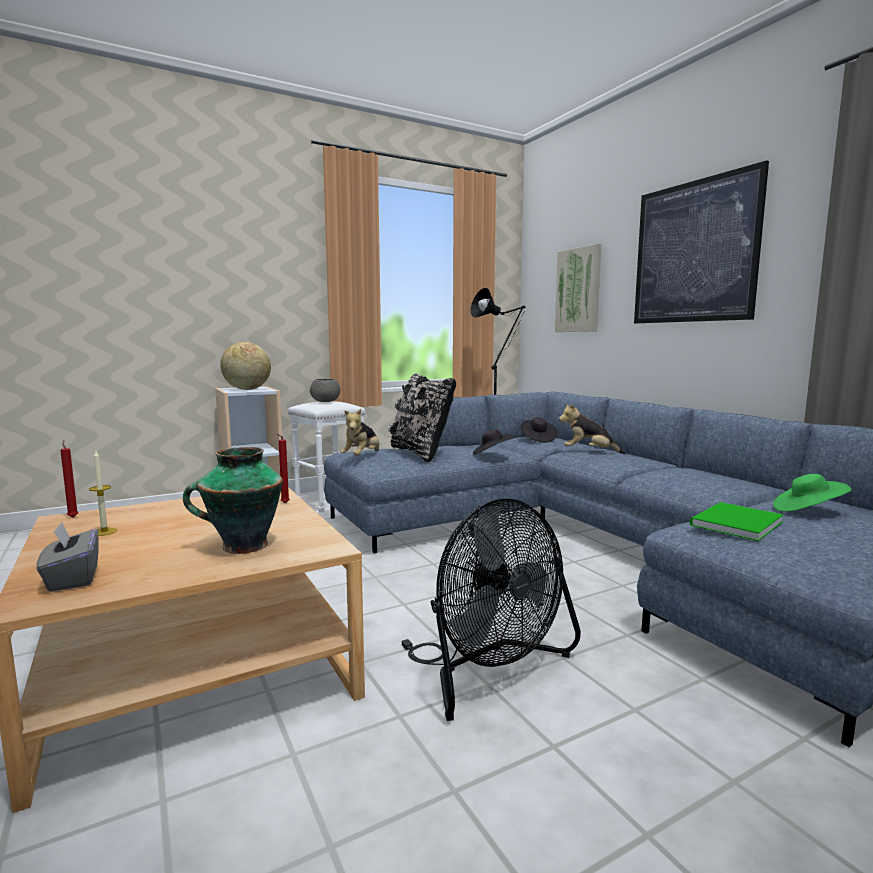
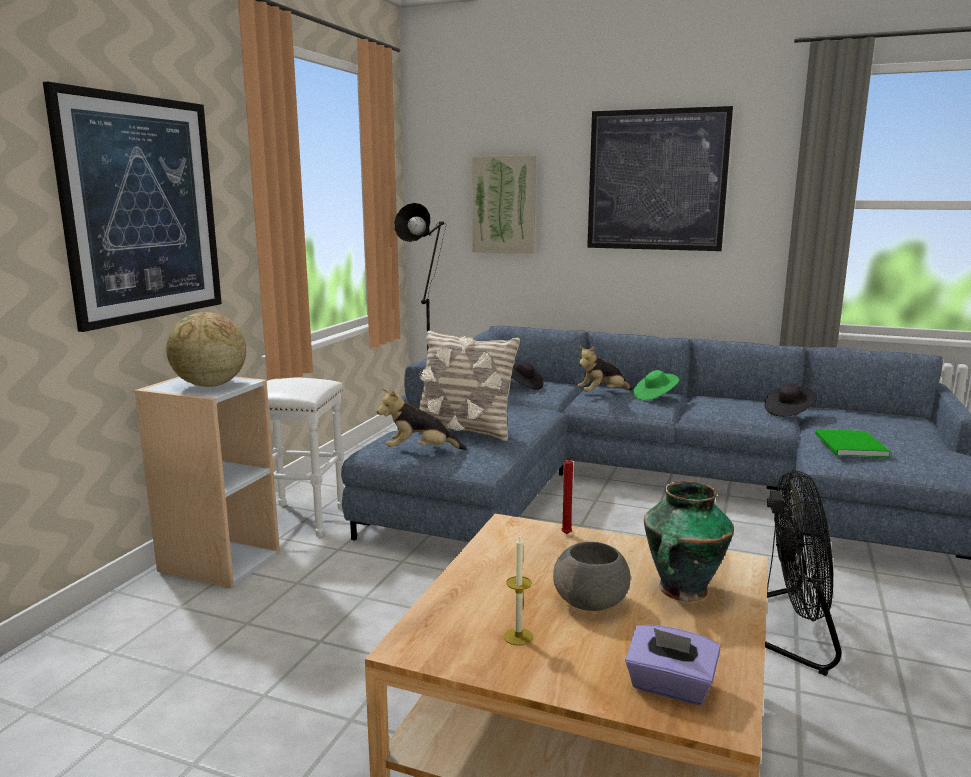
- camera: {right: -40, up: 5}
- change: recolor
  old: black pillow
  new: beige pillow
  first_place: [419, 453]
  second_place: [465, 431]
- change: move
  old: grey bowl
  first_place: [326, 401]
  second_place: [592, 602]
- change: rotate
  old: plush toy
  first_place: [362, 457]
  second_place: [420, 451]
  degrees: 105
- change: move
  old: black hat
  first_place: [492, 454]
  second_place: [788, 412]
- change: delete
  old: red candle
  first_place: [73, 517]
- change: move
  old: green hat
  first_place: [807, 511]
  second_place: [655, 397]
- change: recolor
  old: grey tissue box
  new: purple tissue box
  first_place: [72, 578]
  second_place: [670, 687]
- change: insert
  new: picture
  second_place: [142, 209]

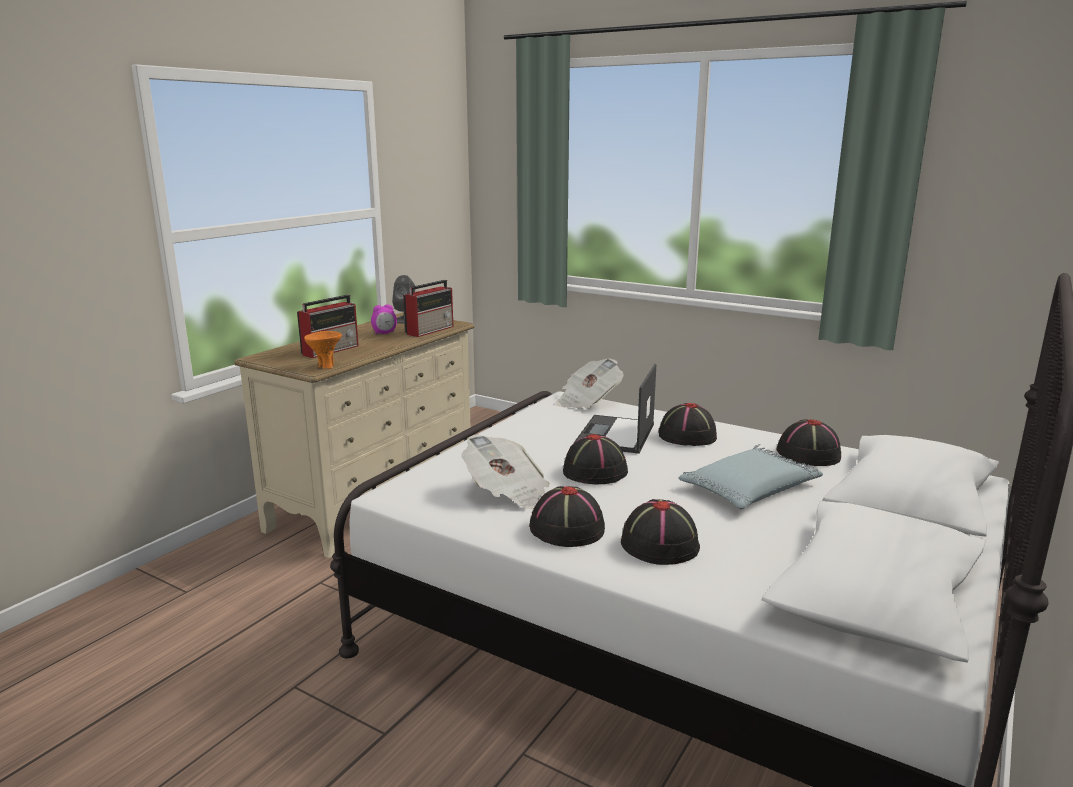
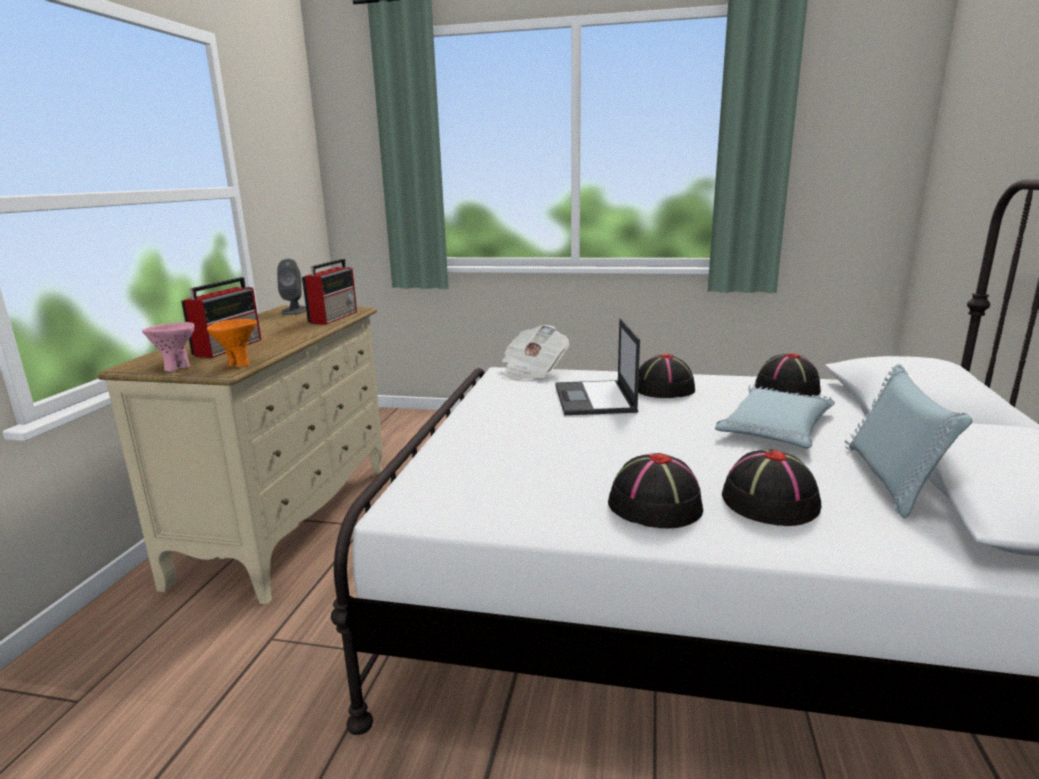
- camera: {right: -20, up: 0}
- change: delete
  old: alarm clock
  first_place: [384, 333]
- change: delete
  old: black hat
  first_place: [595, 471]
- change: delete
  old: newspaper
  first_place: [506, 492]
- change: insert
  new: pink bowl
  second_place: [176, 368]
- change: insert
  new: blue pillow
  second_place: [891, 481]

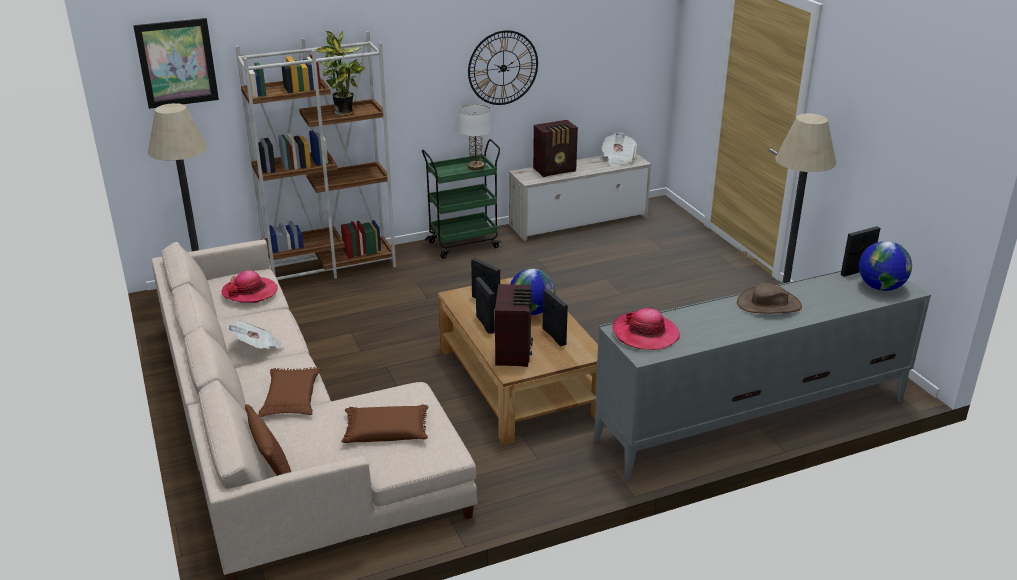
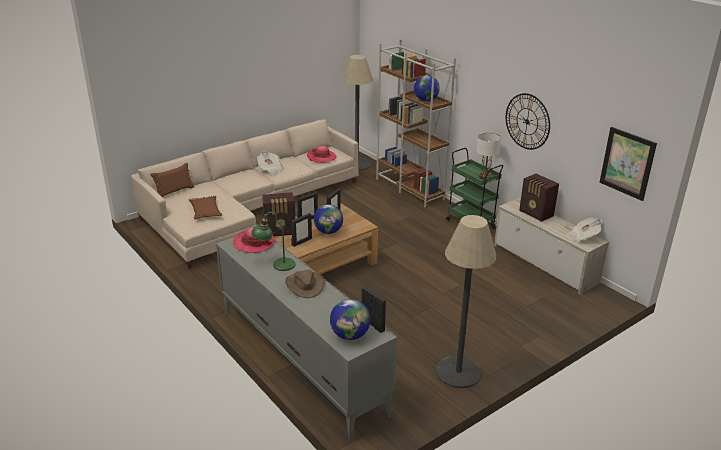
- camera: {right: 75, up: 0}
- change: move
  old: picture
  first_place: [177, 63]
  second_place: [627, 163]
- change: replace
  old: potted plant
  new: globe
  first_place: [345, 113]
  second_place: [425, 100]
- change: delete
  old: brown pillow
  first_place: [291, 397]
- change: insert
  new: green table lamp
  second_place: [274, 263]

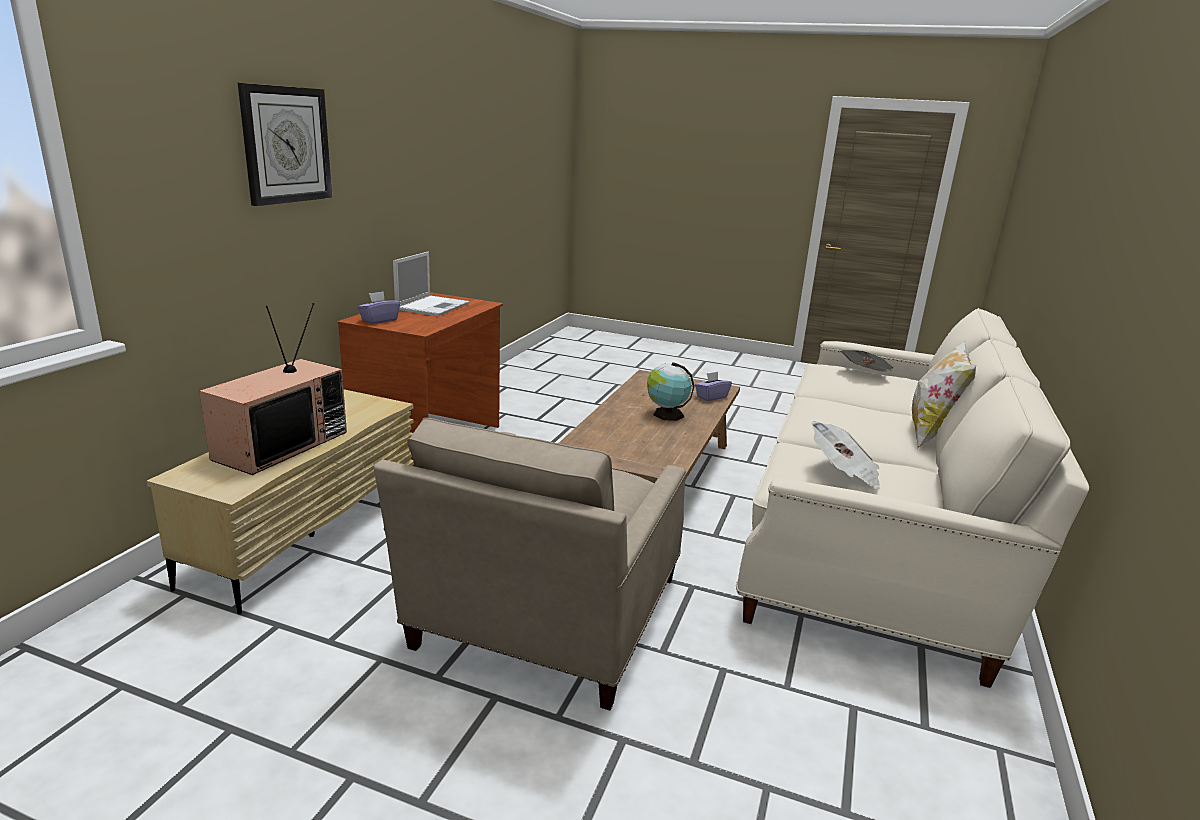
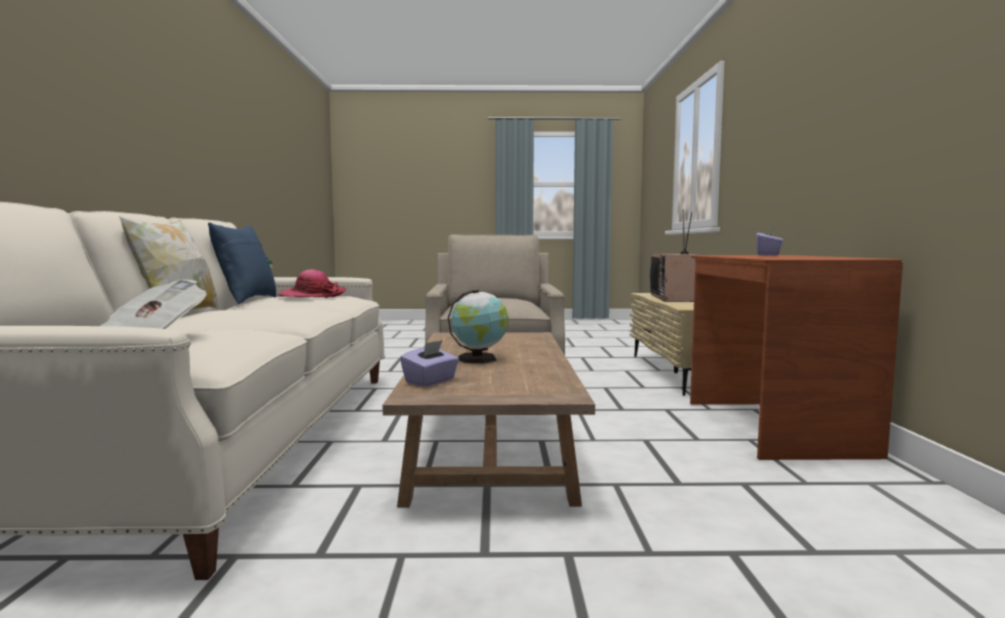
- camera: {right: 160, up: -15}
- change: delete
  old: wall clock
  first_place: [286, 145]
- change: delete
  old: laptop
  first_place: [433, 306]
- change: replace
  old: newspaper
  new: hat
  first_place: [844, 473]
  second_place: [312, 296]
- change: insert
  new: blue pillow
  second_place: [247, 300]

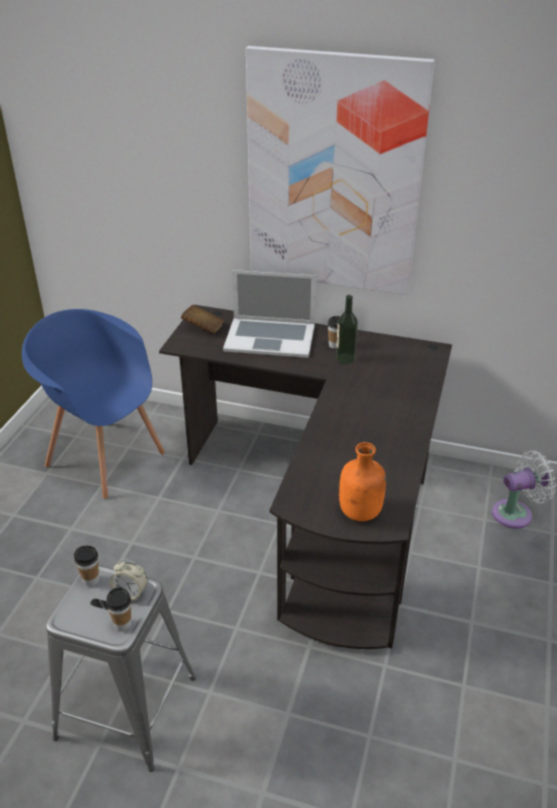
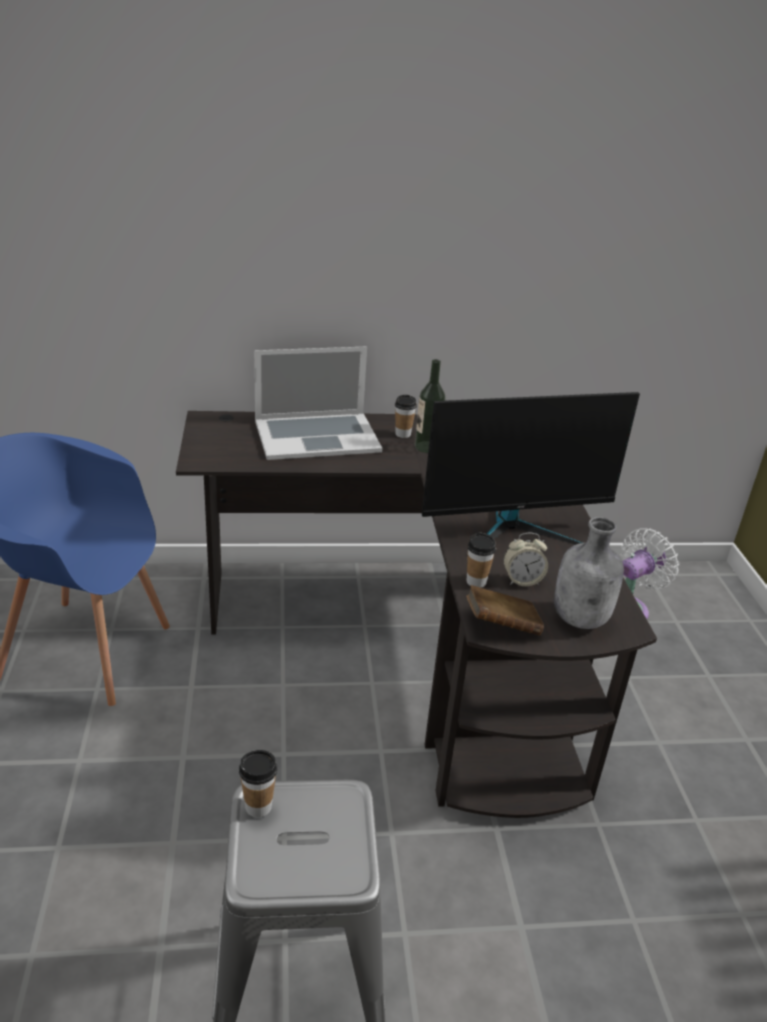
- camera: {right: -25, up: -5}
- change: delete
  old: picture
  first_place: [334, 175]
- change: move
  old: brown book
  first_place: [203, 328]
  second_place: [501, 625]
- change: recolor
  old: orange bottle
  new: grey bottle
  first_place: [361, 512]
  second_place: [581, 619]
- change: move
  old: alarm clock
  first_place: [130, 593]
  second_place: [522, 580]
- change: move
  old: cup
  first_place: [122, 624]
  second_place: [476, 582]
- change: insert
  new: monitor
  second_place: [514, 530]

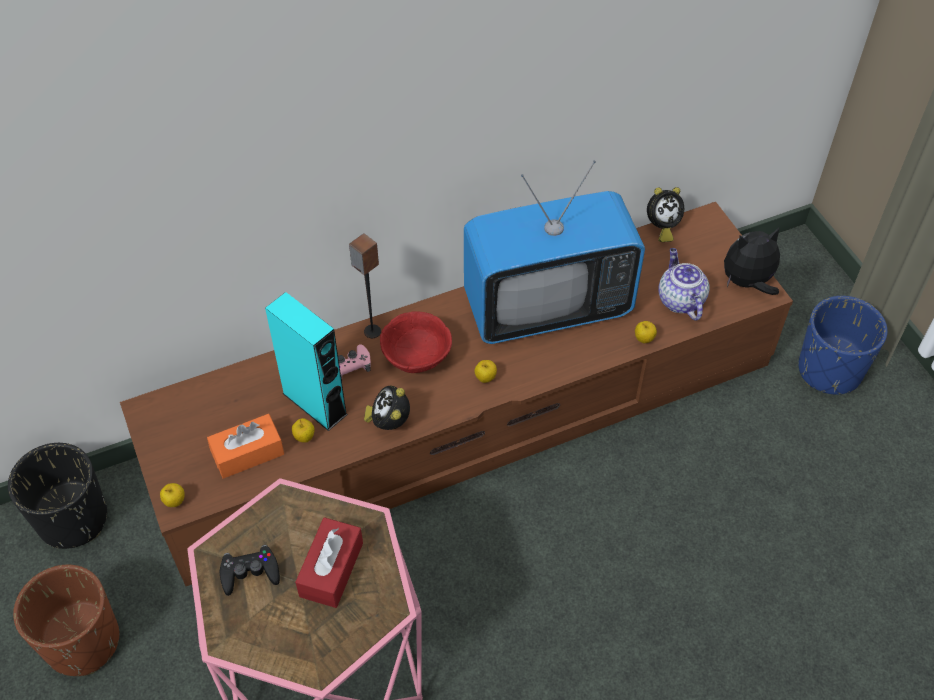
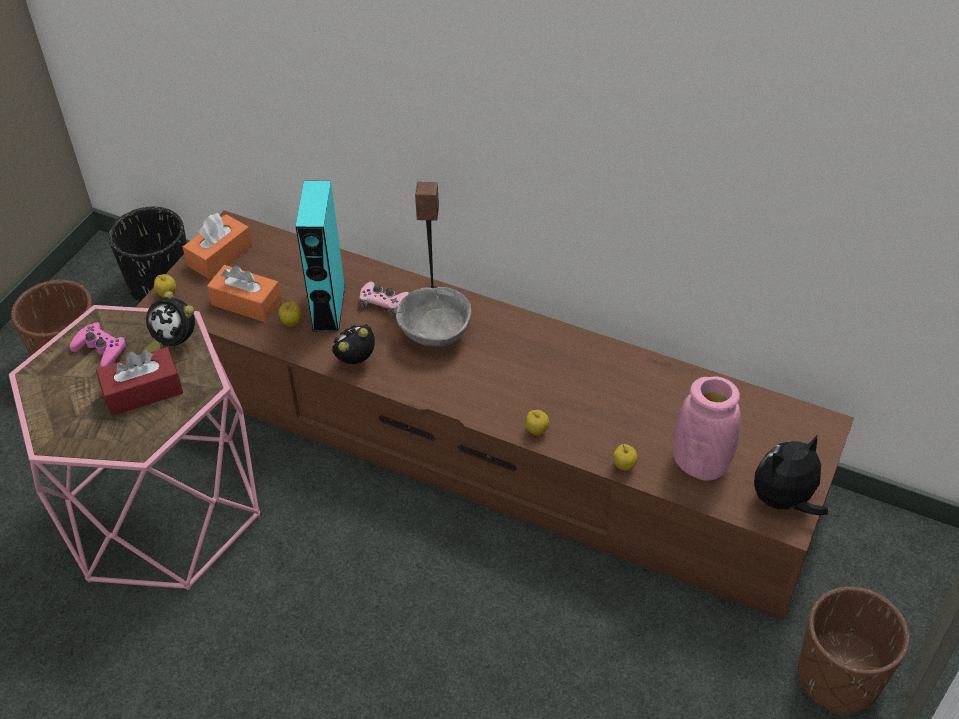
- camera: {right: 50, up: -5}
- change: delete
  old: television
  first_place: [547, 307]
- change: move
  old: alarm clock
  first_place: [661, 227]
  second_place: [174, 343]
- change: rotate
  old: plush toy
  first_place: [747, 283]
  second_place: [784, 501]
  degrees: -60
- change: replace
  old: teapot
  new: pink vase
  first_place: [679, 300]
  second_place: [700, 464]
- change: recolor
  old: blue planter
  new: brown planter
  first_place: [829, 370]
  second_place: [838, 677]
- change: recolor
  old: red bowl
  new: grey bowl
  first_place: [416, 359]
  second_place: [434, 335]
- change: move
  old: apple
  first_place: [485, 379]
  second_place: [536, 431]
- change: recolor
  old: black game controller
  new: pink game controller
  first_place: [250, 573]
  second_place: [101, 350]
- change: insert
  new: orange tissue box
  second_place: [220, 256]

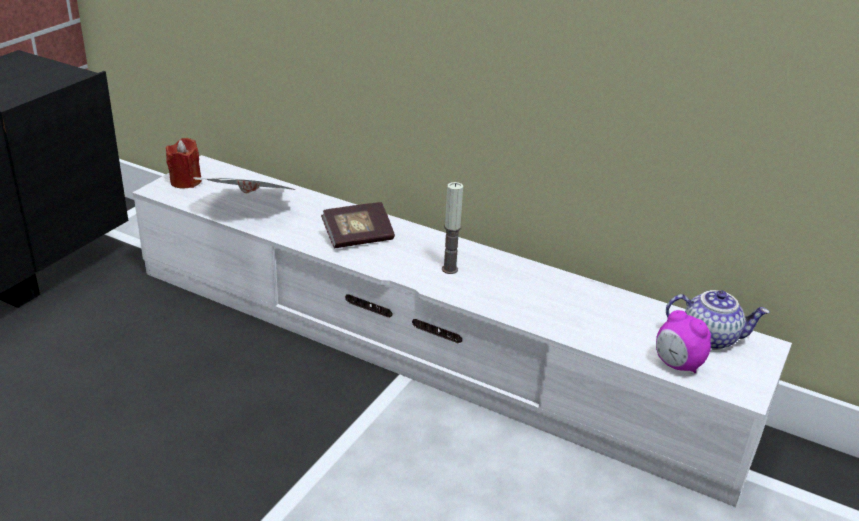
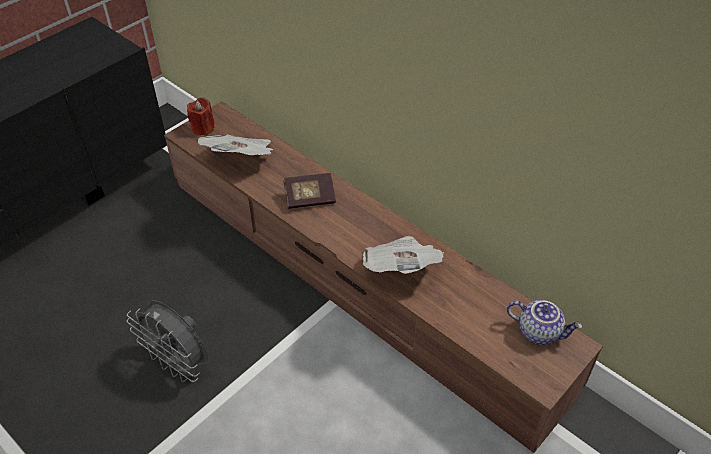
- camera: {right: 15, up: 15}
- change: recolor
  old: white tv stand
  new: brown tv stand
  first_place: [425, 346]
  second_place: [355, 277]
- change: delete
  old: candle
  first_place: [450, 269]
- change: delete
  old: alarm clock
  first_place: [677, 365]
- change: insert
  new: newspaper
  second_place: [401, 269]
- change: insert
  new: grey fan
  second_place: [179, 364]

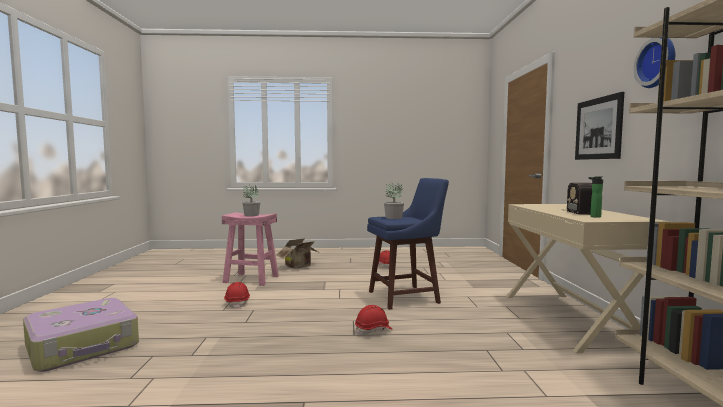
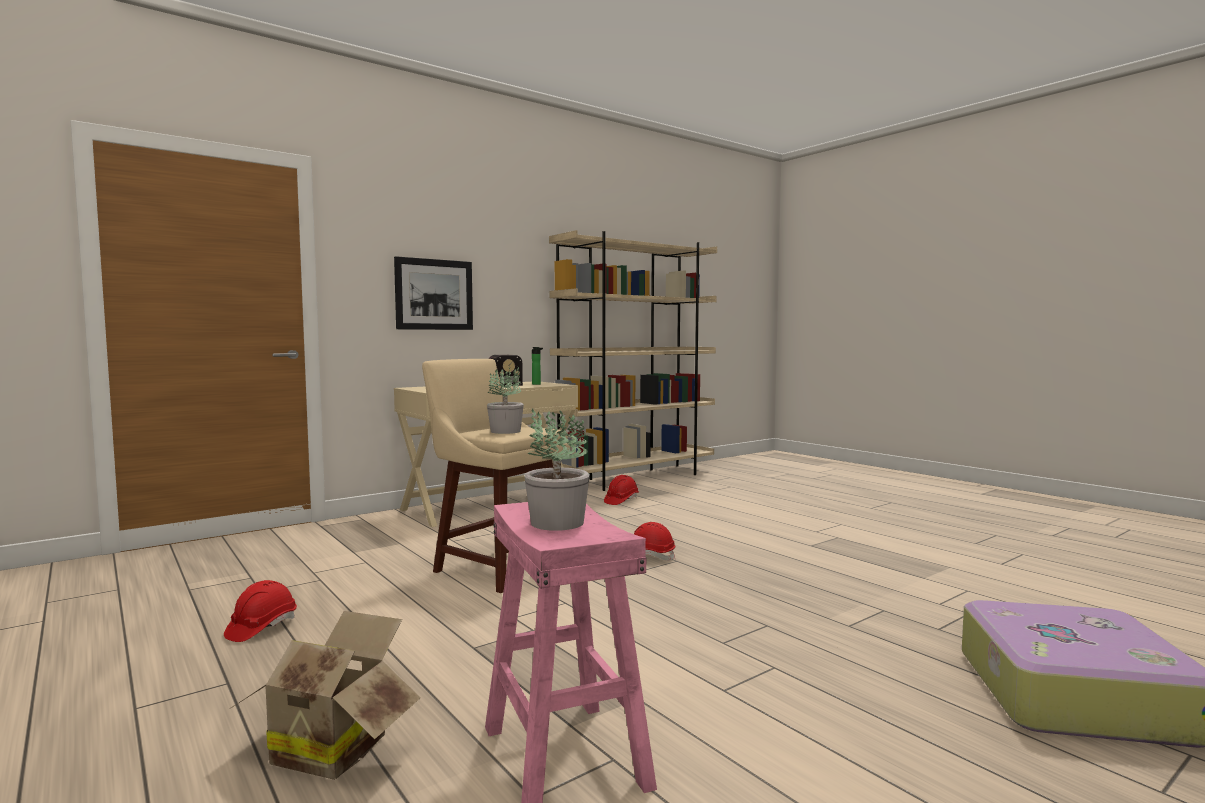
- camera: {right: -125, up: 0}
- change: delete
  old: wall clock
  first_place: [658, 62]
- change: recolor
  old: blue stool
  new: beige stool
  first_place: [406, 297]
  second_place: [498, 566]
- change: move
  old: red hard hat
  first_place: [237, 303]
  second_place: [621, 501]

